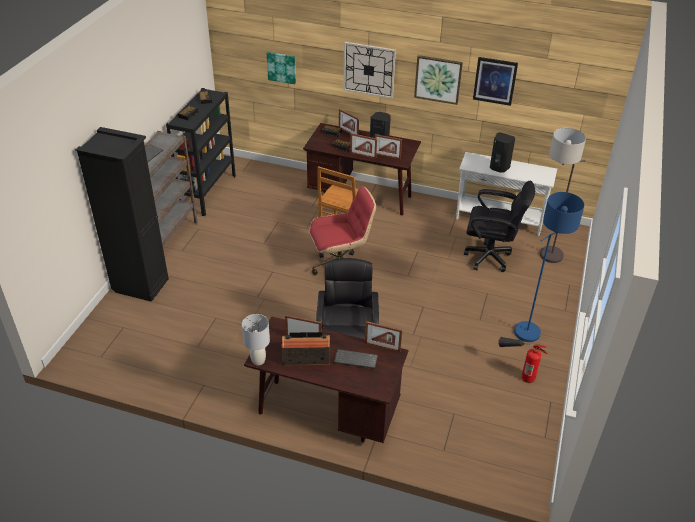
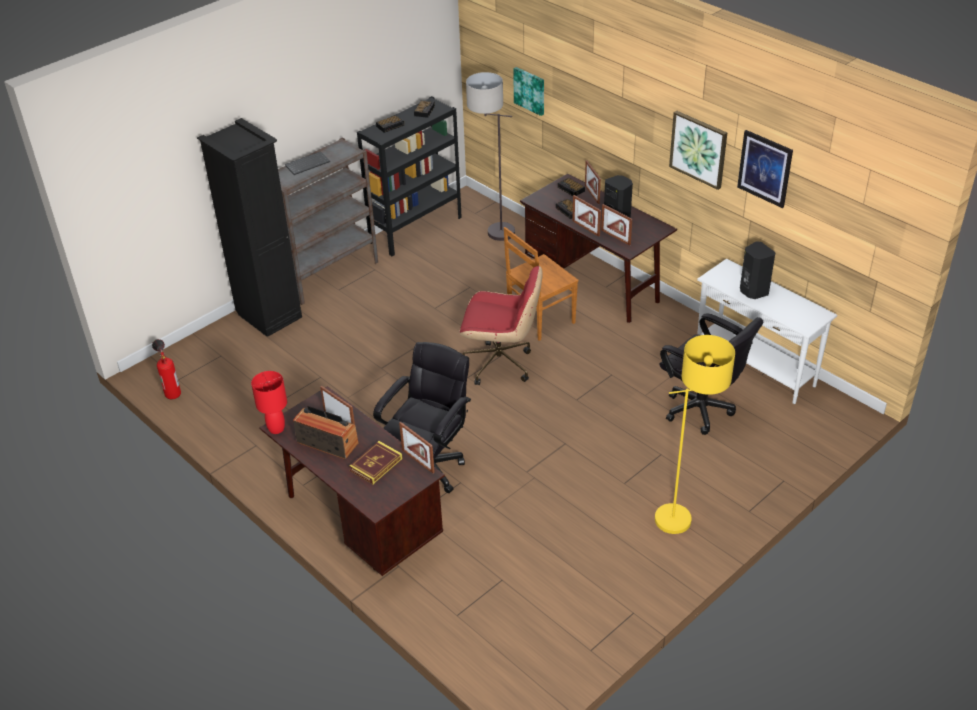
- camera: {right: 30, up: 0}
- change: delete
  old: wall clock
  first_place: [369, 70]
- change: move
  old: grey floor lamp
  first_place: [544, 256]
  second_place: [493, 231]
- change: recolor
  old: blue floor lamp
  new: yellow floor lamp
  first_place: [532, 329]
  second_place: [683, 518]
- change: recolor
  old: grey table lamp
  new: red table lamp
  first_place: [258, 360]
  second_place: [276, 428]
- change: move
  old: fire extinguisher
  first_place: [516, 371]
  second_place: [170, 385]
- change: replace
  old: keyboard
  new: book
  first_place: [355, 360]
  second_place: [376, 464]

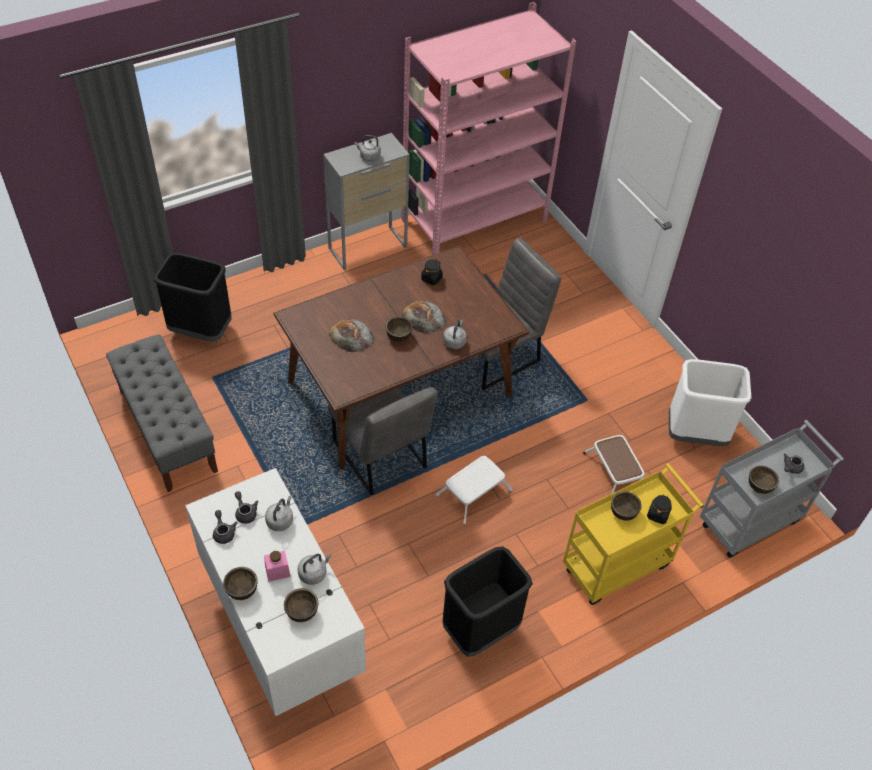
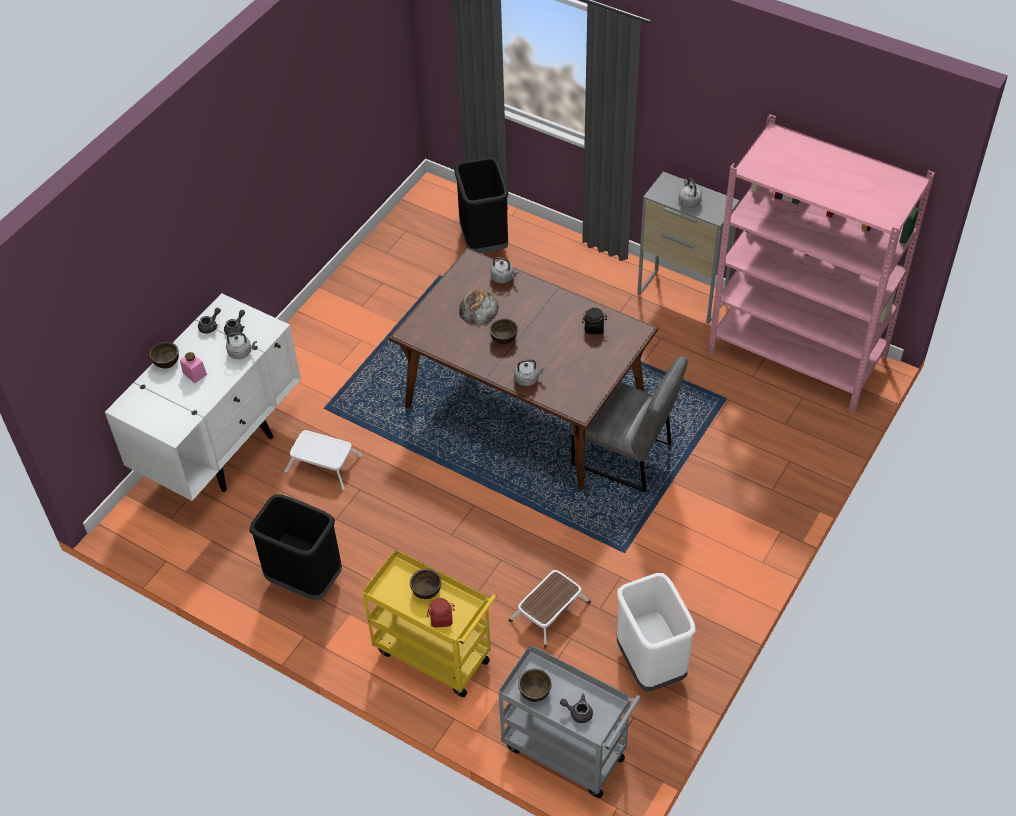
- camera: {right: 65, up: 0}
- change: delete
  old: bread
  first_place: [424, 317]
- change: delete
  old: grey bench
  first_place: [167, 430]
- change: delete
  old: grey chair
  first_place: [380, 457]
- change: move
  old: white step ladder
  first_place: [473, 492]
  second_place: [323, 463]
- change: recolor
  old: black jar
  new: red jar
  first_place: [658, 514]
  second_place: [441, 618]
- change: move
  old: grey kettle
  first_place: [314, 573]
  second_place: [503, 277]
- change: delete
  old: brown bowl
  first_place: [302, 611]

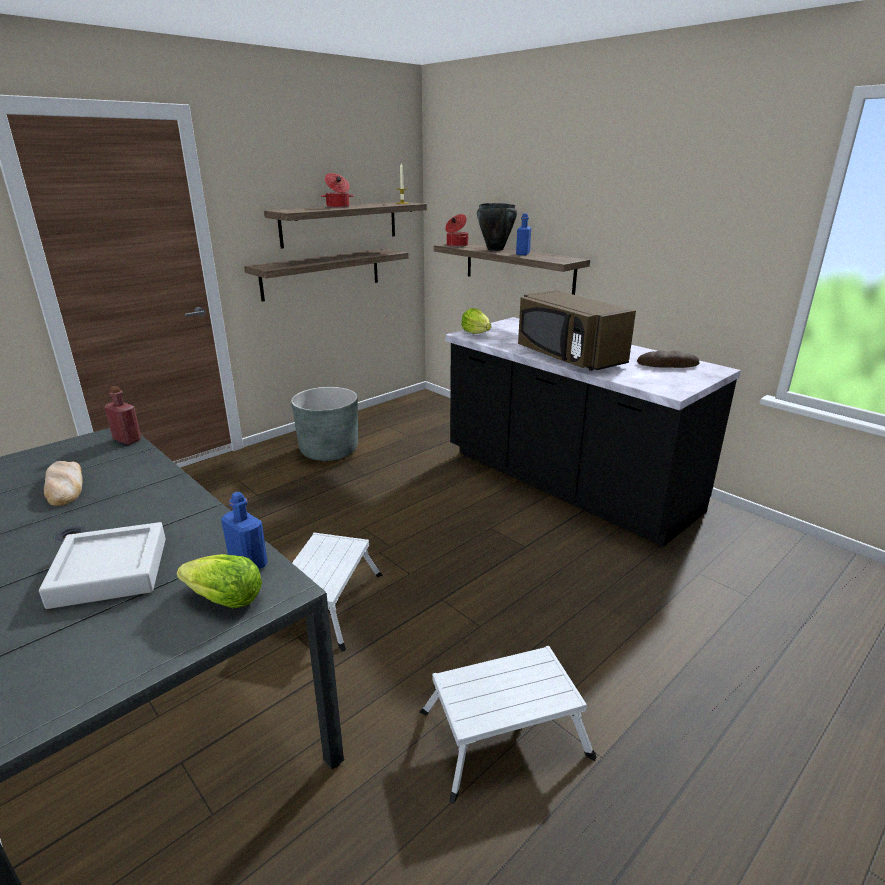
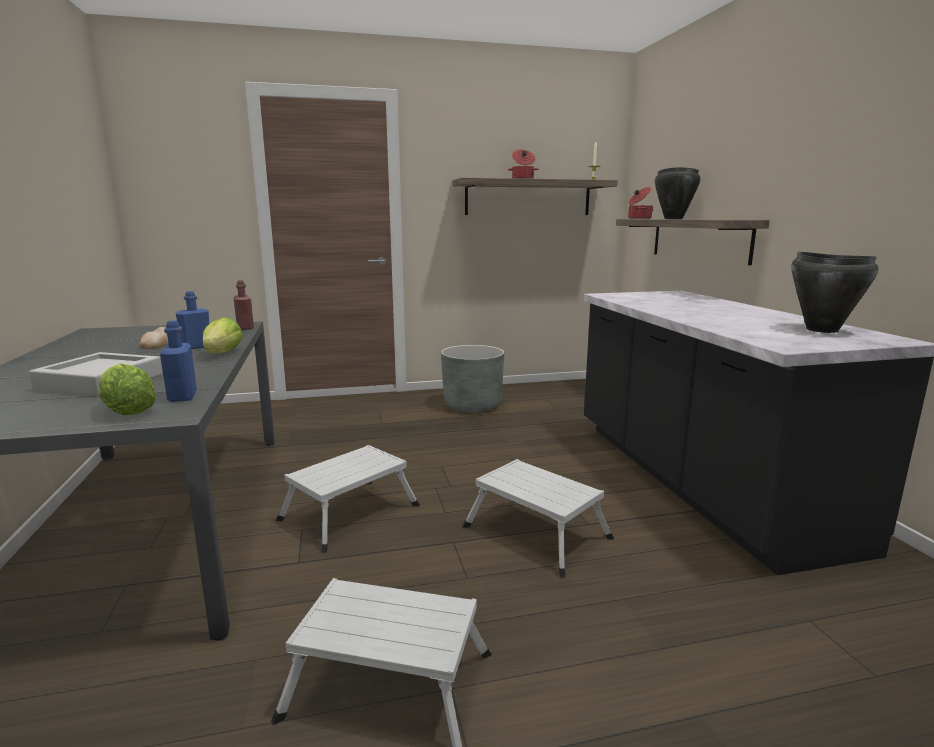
- camera: {right: 30, up: -10}
- change: move
  old: blue bottle
  first_place: [522, 254]
  second_place: [196, 347]
- change: delete
  old: shelf
  first_place: [321, 274]
- change: delete
  old: brown microwave
  first_place: [568, 357]
- change: move
  old: lettuce
  first_place: [476, 333]
  second_place: [223, 353]
- change: replace
  old: bread
  new: black cooking pot
  first_place: [667, 364]
  second_place: [821, 330]
- change: insert
  new: white step ladder
  second_place: [537, 532]

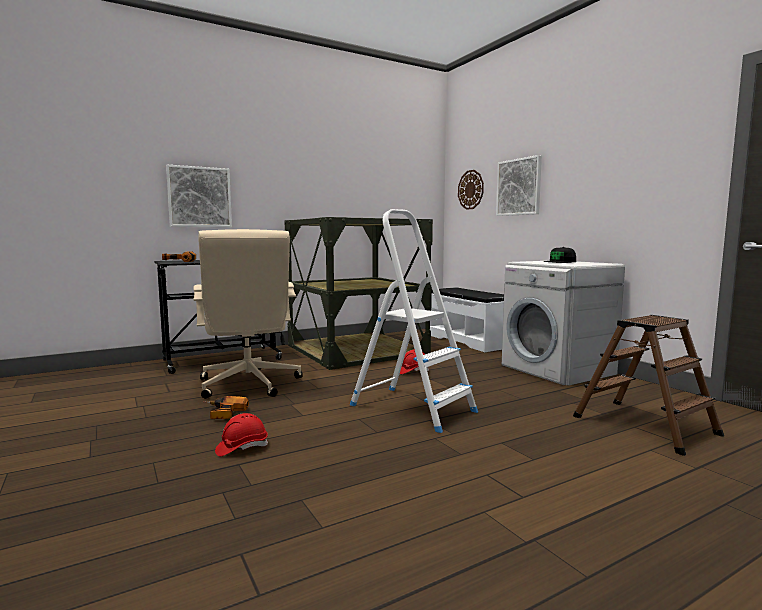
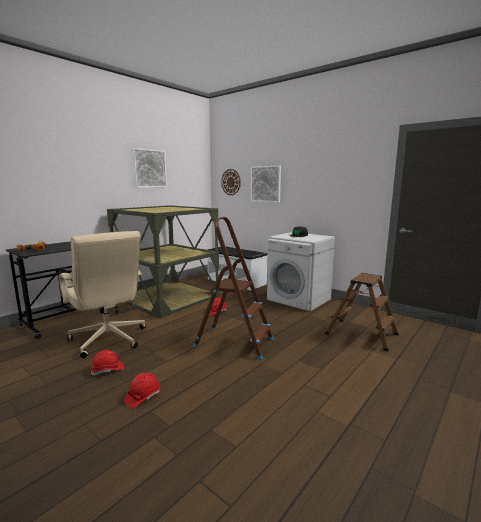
- camera: {right: -20, up: 5}
- change: move
  old: picture
  first_place: [199, 197]
  second_place: [149, 168]
- change: recolor
  old: white step ladder
  new: brown step ladder
  first_place: [413, 408]
  second_place: [235, 343]
- change: replace
  old: power drill
  new: red hard hat
  first_place: [222, 414]
  second_place: [108, 370]

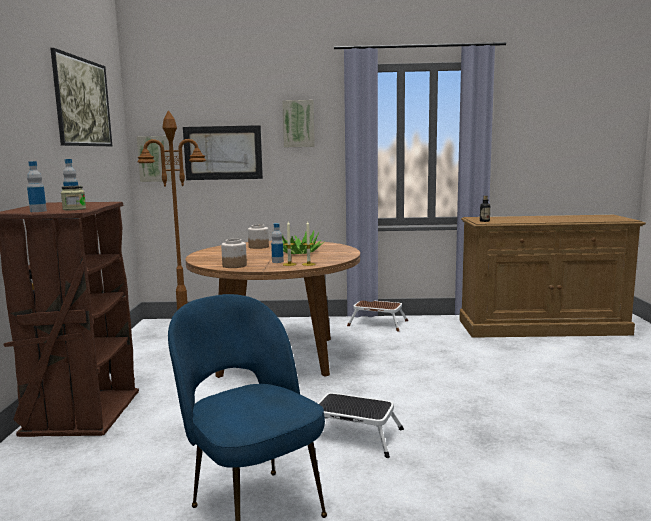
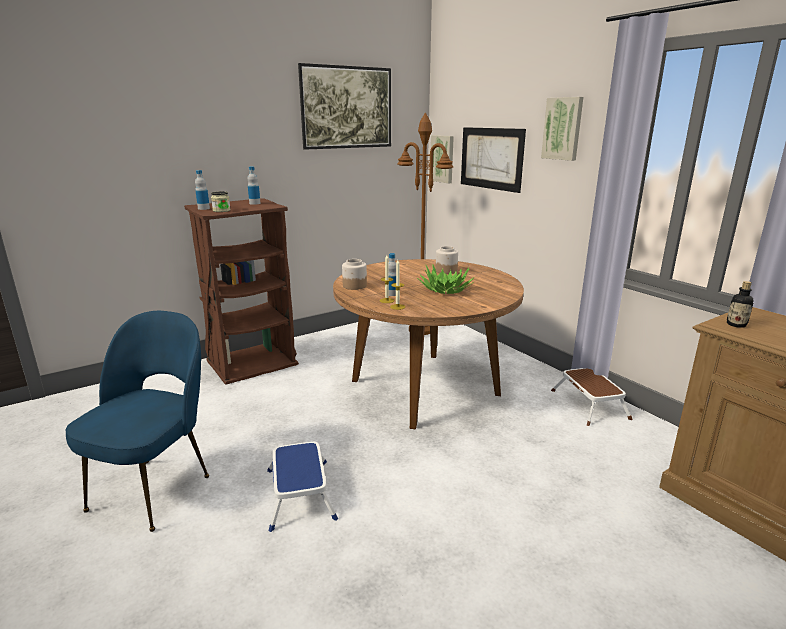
- camera: {right: 55, up: 10}
- change: recolor
  old: black step ladder
  new: blue step ladder
  first_place: [354, 436]
  second_place: [299, 493]

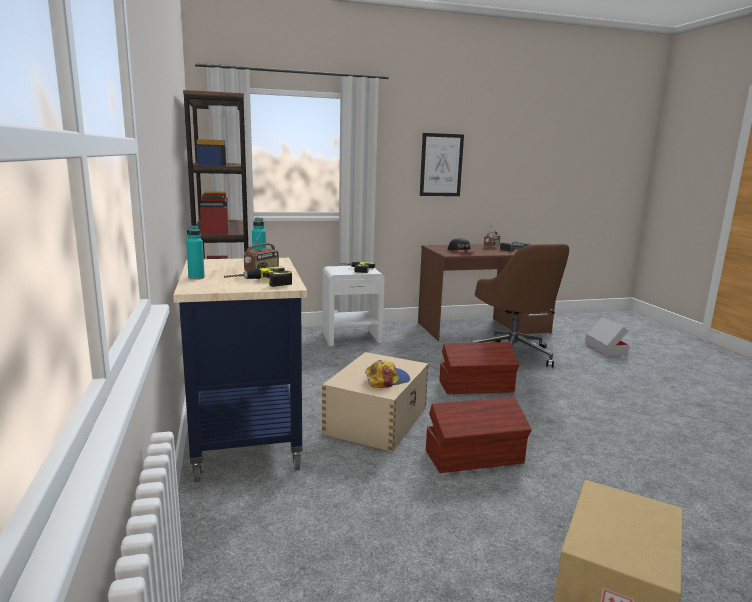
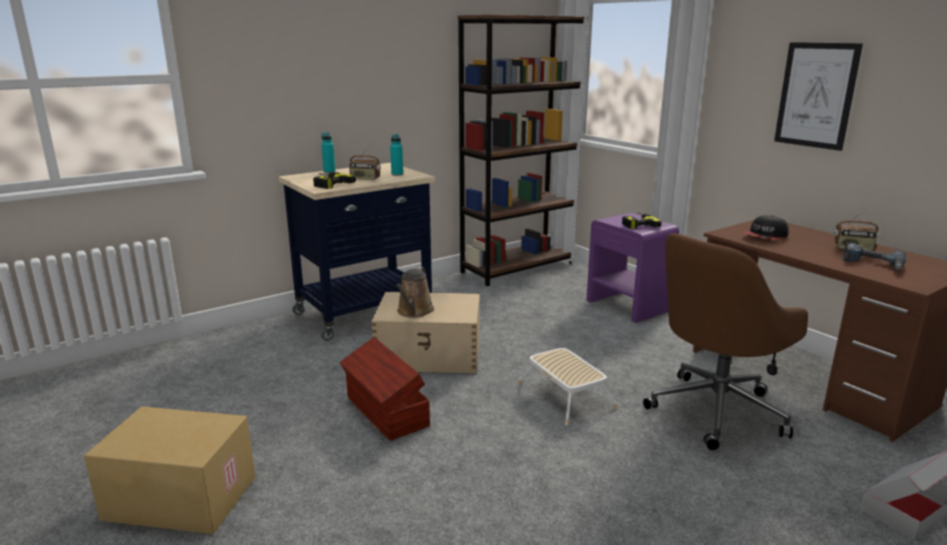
- camera: {right: 70, up: 5}
- change: recolor
  old: white nightstand
  new: purple nightstand
  first_place: [352, 337]
  second_place: [628, 306]
- change: replace
  old: brown storage box
  new: beige step ladder
  first_place: [477, 387]
  second_place: [564, 395]
- change: replace
  old: cap
  new: brown watering can
  first_place: [387, 380]
  second_place: [414, 312]

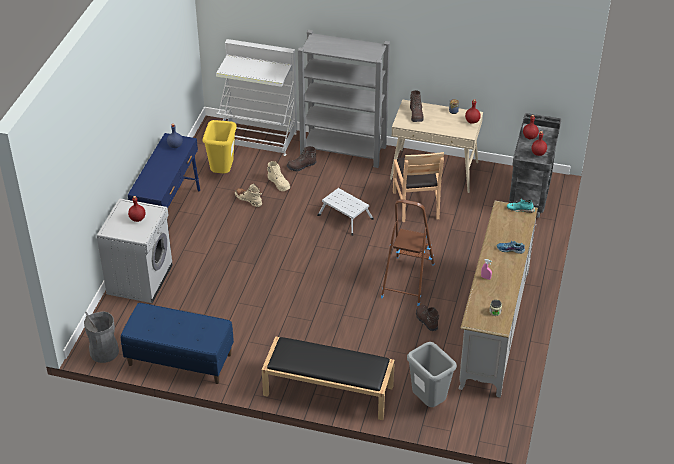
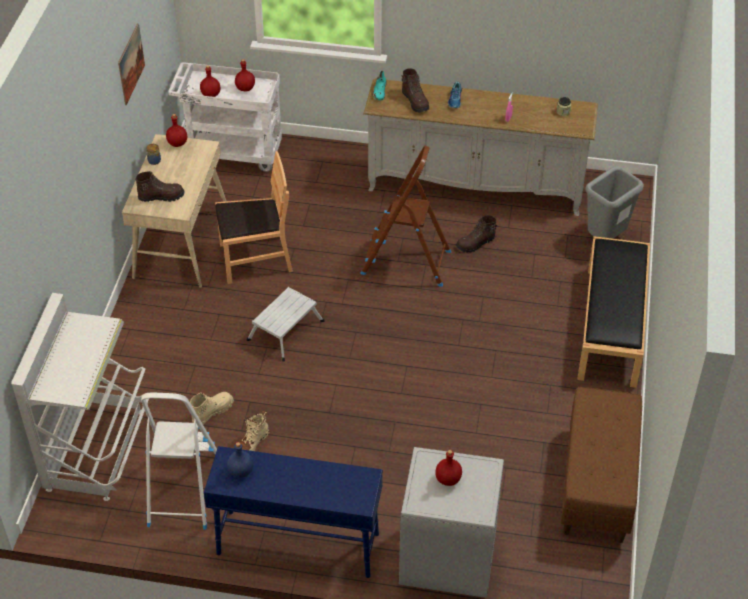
- camera: {right: -95, up: 5}
- change: delete
  old: grey bookcase
  first_place: [343, 150]
- change: recolor
  old: black cart
  new: white cart
  first_place: [530, 195]
  second_place: [231, 155]
- change: replace
  old: yellow trash can
  new: white step ladder
  first_place: [222, 172]
  second_place: [183, 487]
- change: move
  old: brown boot
  first_place: [301, 166]
  second_place: [415, 102]
- change: recolor
  old: blue bench
  new: brown bench
  first_place: [179, 360]
  second_place: [598, 484]
- change: delete
  old: grey trash can
  first_place: [104, 352]
- change: insert
  new: picture
  second_place: [131, 64]

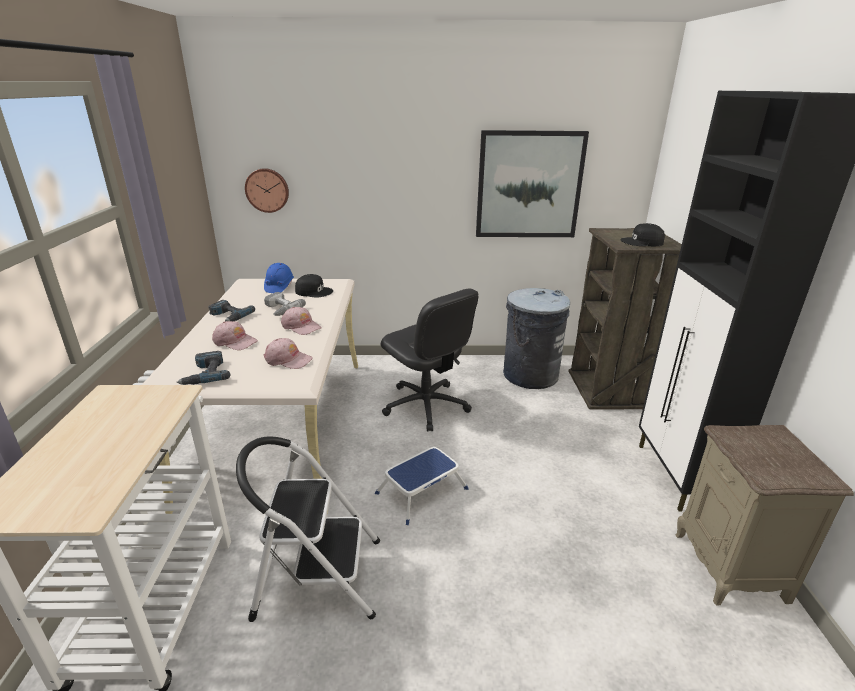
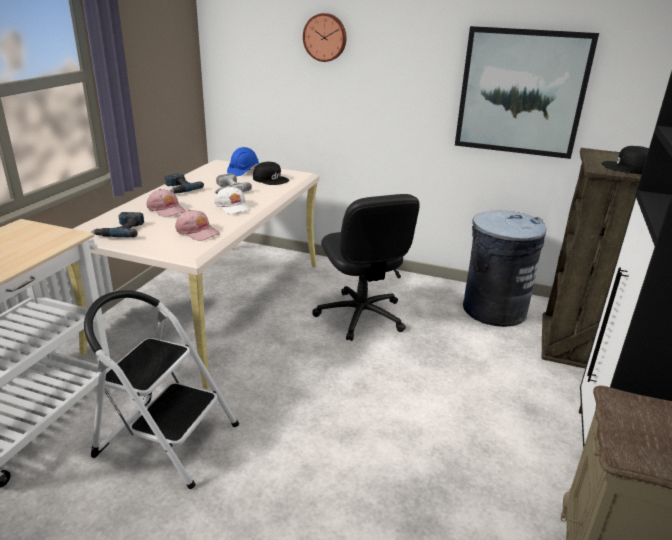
- camera: {right: 20, up: 0}
- change: move
  old: wall clock
  first_place: [267, 190]
  second_place: [325, 37]
- change: recolor
  old: pink cap
  new: white cap
  first_place: [301, 326]
  second_place: [233, 207]
- change: delete
  old: blue step ladder
  first_place: [422, 491]

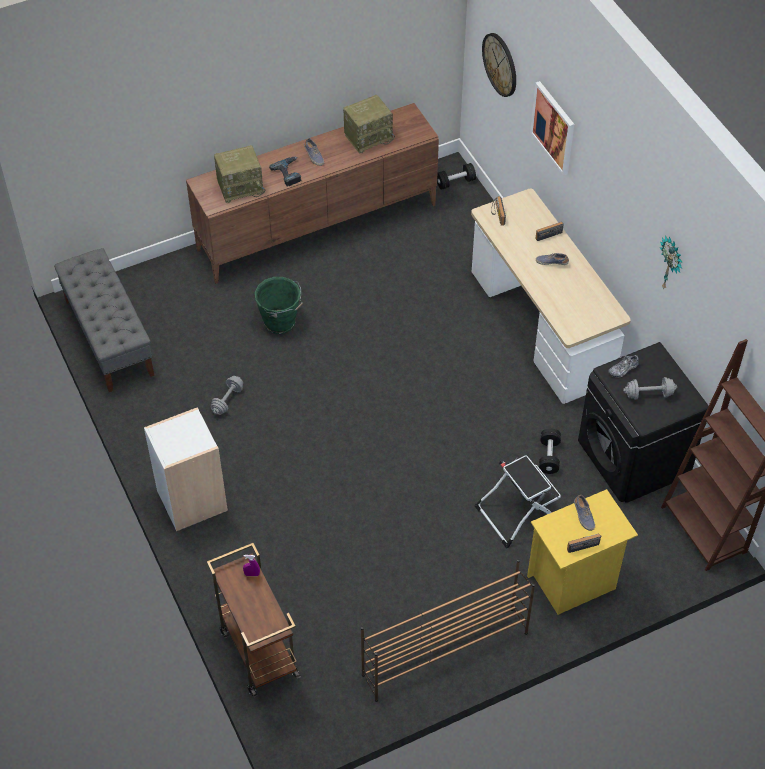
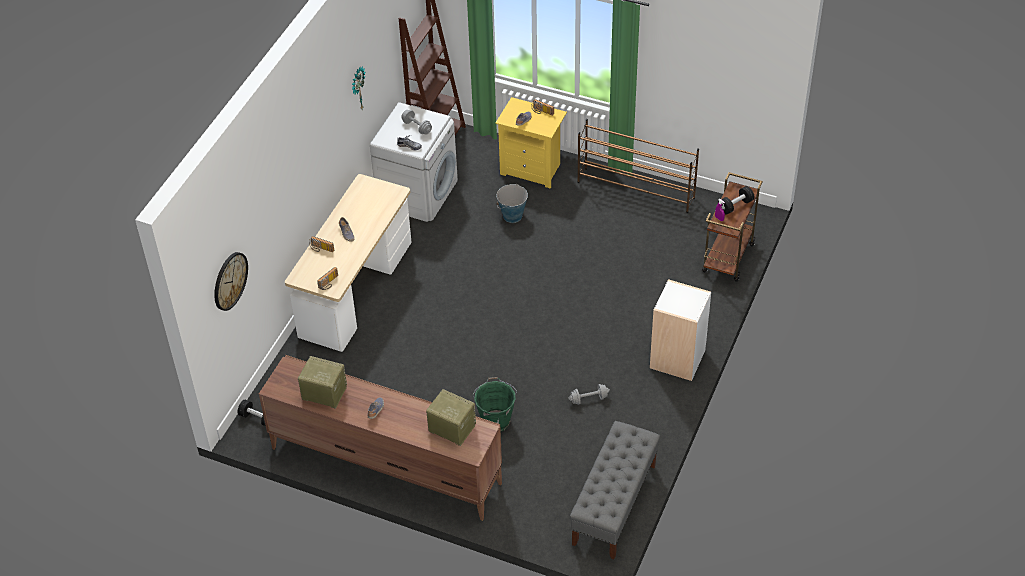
- camera: {right: -130, up: -5}
- change: delete
  old: picture
  first_place: [553, 127]
- change: delete
  old: power drill
  first_place: [289, 173]
- change: recolor
  old: black washing machine
  new: white washing machine
  first_place: [632, 458]
  second_place: [419, 192]
- change: move
  old: black dumbbell
  first_place: [549, 456]
  second_place: [735, 206]
- change: replace
  old: step ladder
  new: bucket
  first_place: [518, 512]
  second_place: [512, 216]

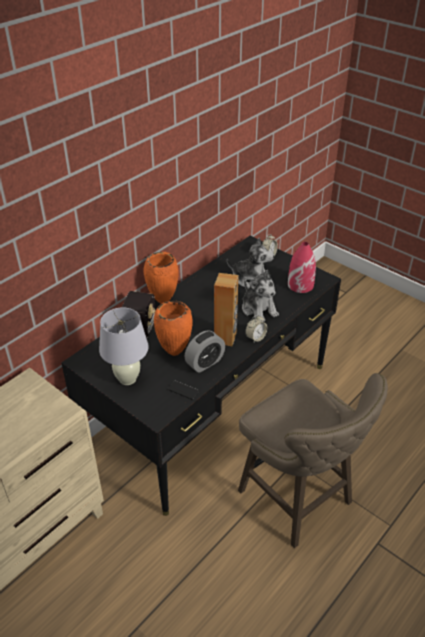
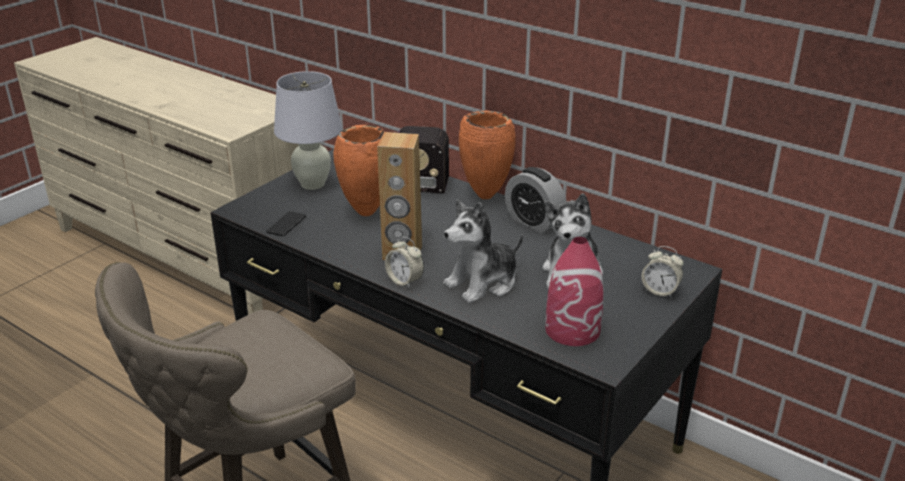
- camera: {right: 85, up: -10}
- change: move
  old: alarm clock
  first_place: [205, 363]
  second_place: [534, 222]

